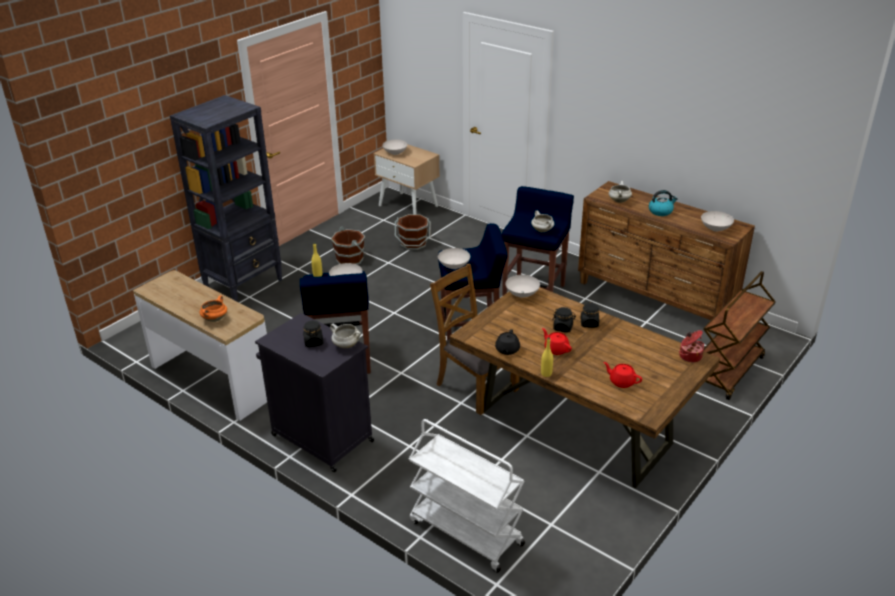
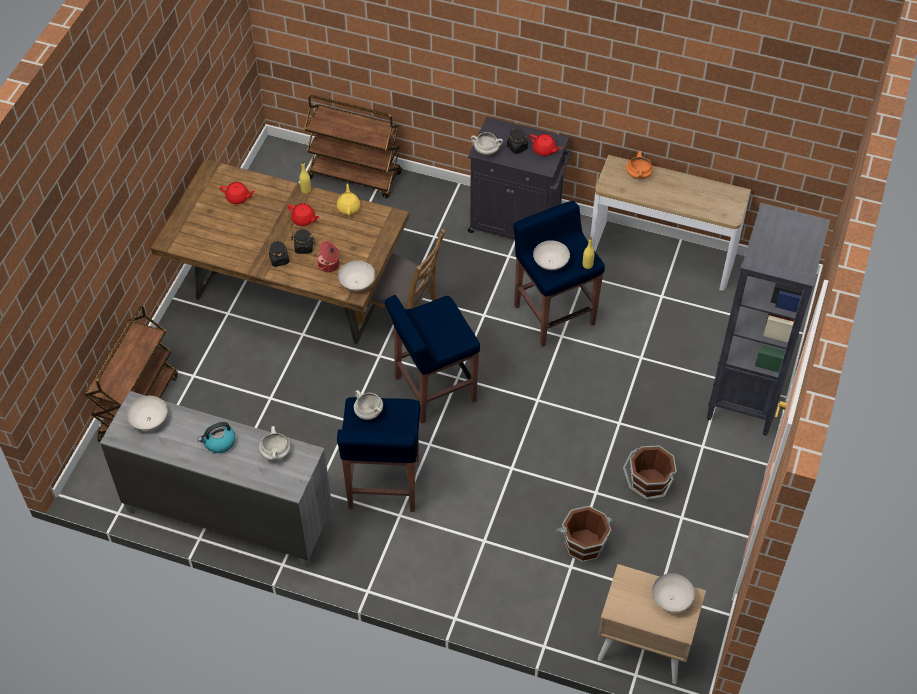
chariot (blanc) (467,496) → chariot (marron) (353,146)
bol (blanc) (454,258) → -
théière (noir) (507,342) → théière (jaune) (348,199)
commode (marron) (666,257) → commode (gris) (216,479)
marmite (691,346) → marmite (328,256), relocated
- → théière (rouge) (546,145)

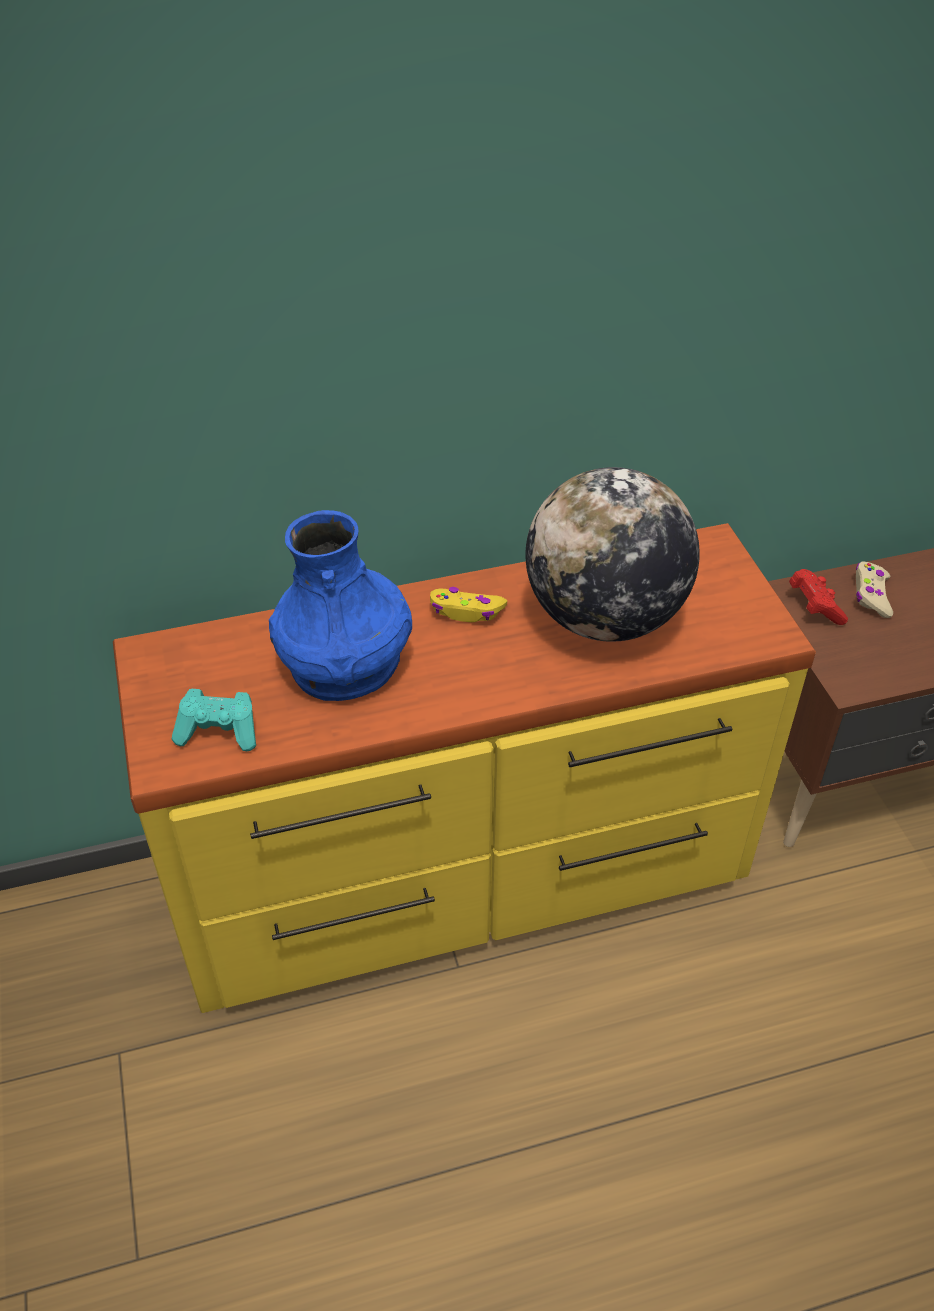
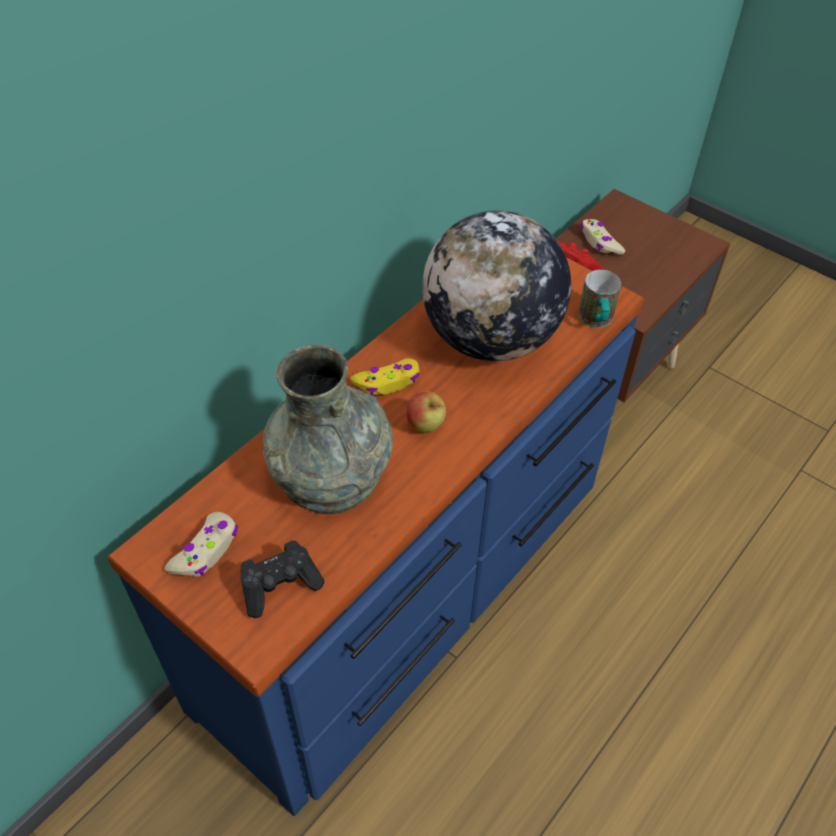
commode (jaune) (464,768) → commode (bleu) (376,536)
manette (turquoise) (214,720) → manette (noir) (282,579)
vase (bleu) (340,605) → vase (gris) (328,429)
- → manette (beige) (201,544)
- → pomme (426,412)
- → mug (599,299)

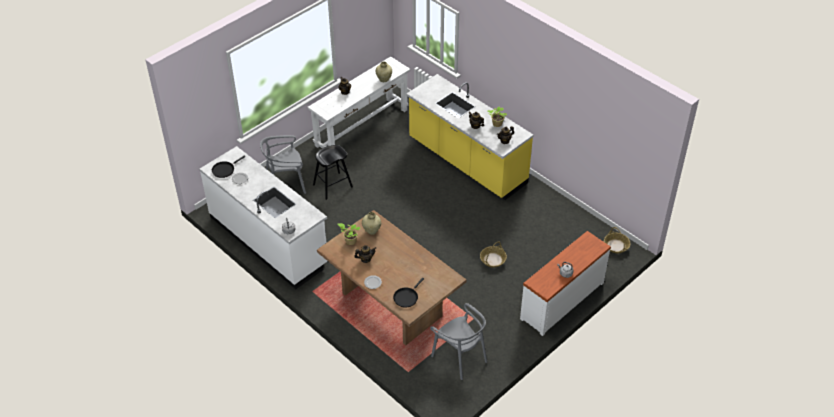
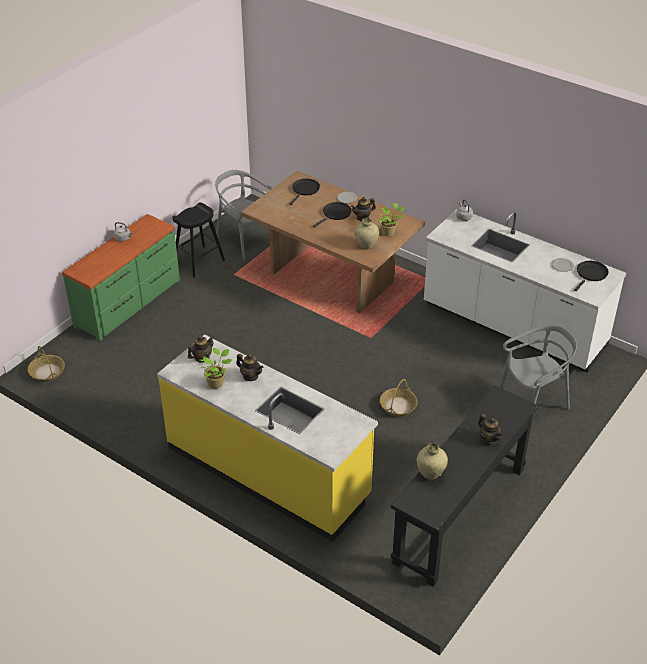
table console (blanc) (358,102) → table console (noir) (464,486)
tabouret (noir) (333,172) → tabouret (noir) (198,240), relocated
panier (493,255) → panier (399,398), relocated
commode (blanc) (565,283) → commode (vert) (121,277)
- → poêle (noir) (332,214)

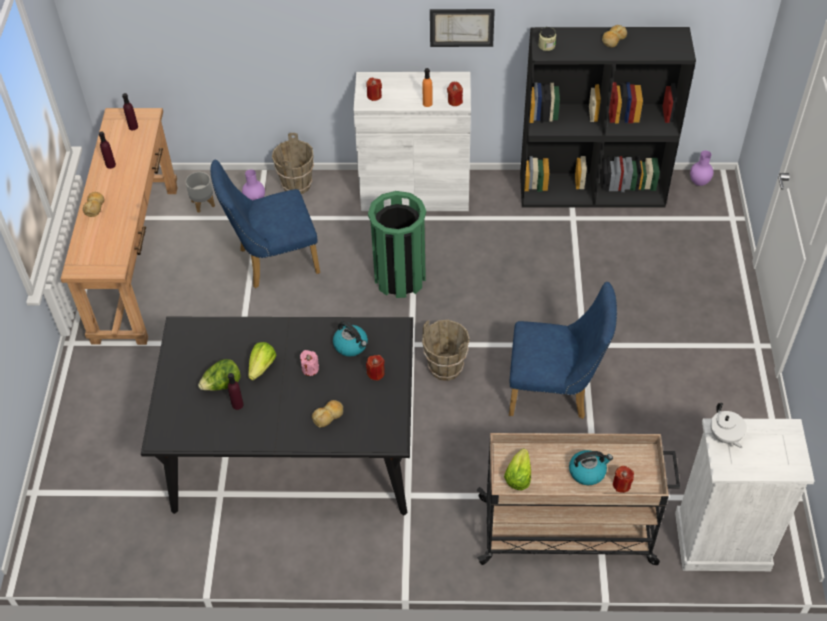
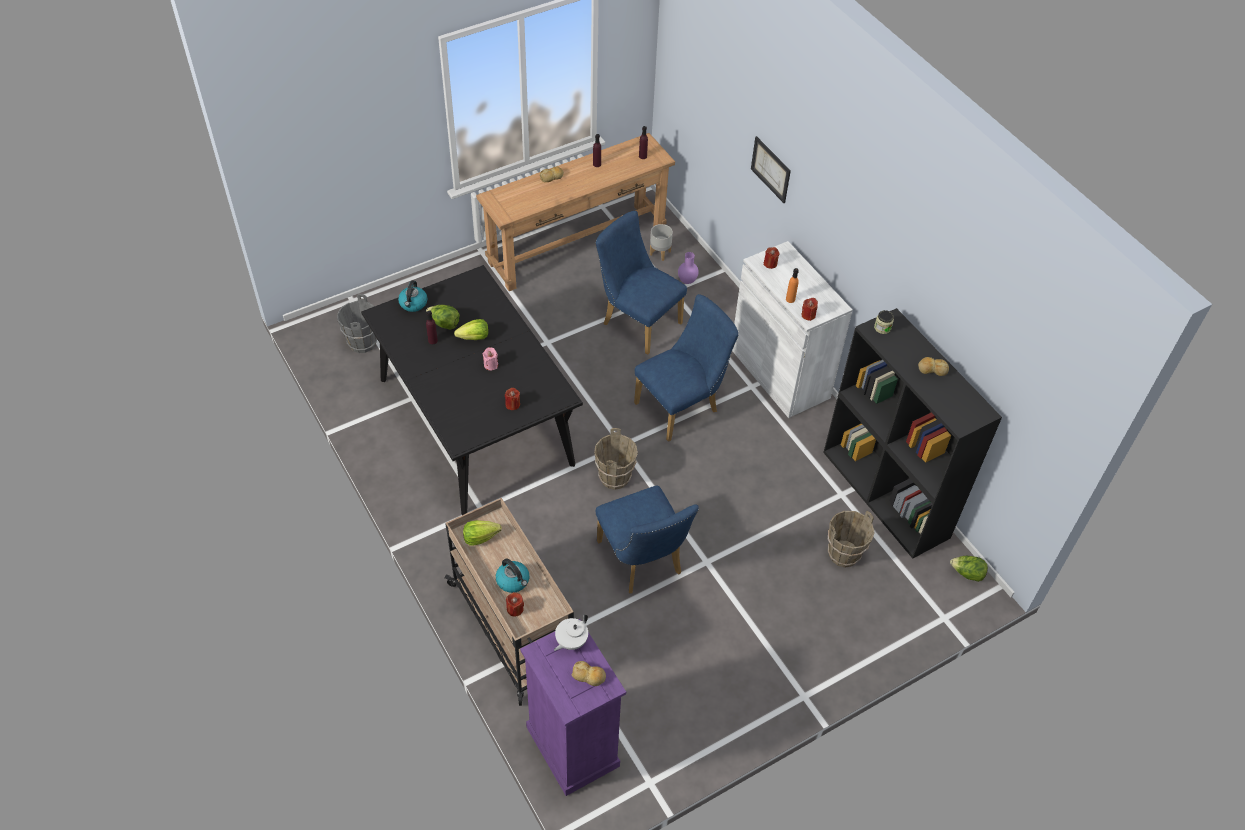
seau (marron) (293,163) → seau (marron) (851,539), relocated
pain (327,414) → pain (589,673), relocated
bouilloire (350,339) → bouilloire (413,296), relocated
poubelle (vert) (397,244) → chaise (bleu) (686,368)
tableau (462,28) → tableau (771,169), relocated
commode (blanc) (745,494) → commode (violet) (573,707)
vase (violet) (701,168) → laitue (969,569)
- → seau (gris) (357,323)

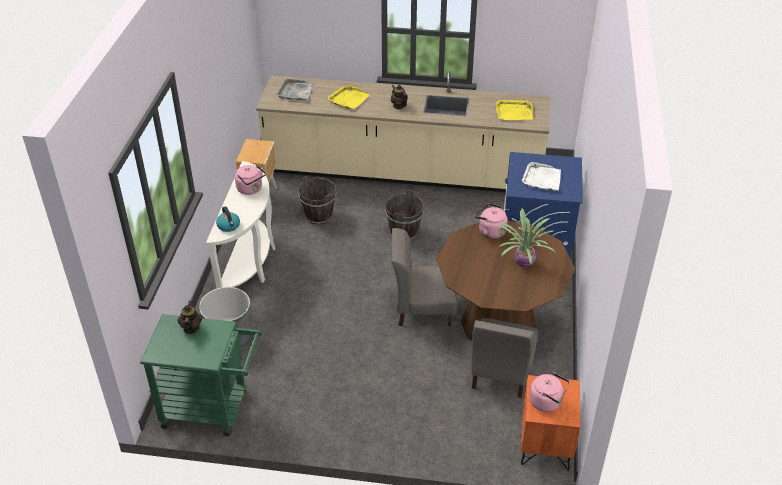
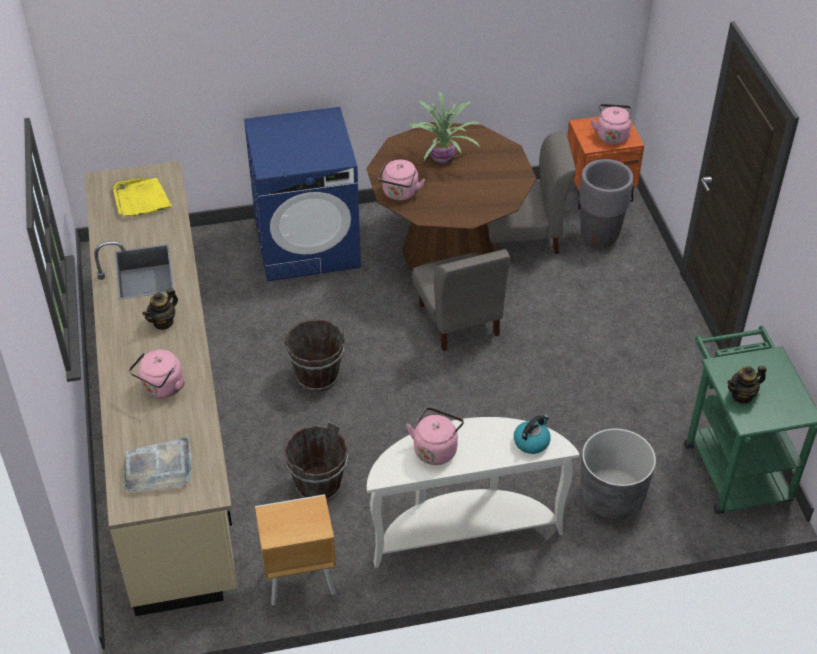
plateau (jaune) (348,97) → bouilloire (rose) (157,374)
plateau (blanc) (541,176) → -
- → cache-pot (gris) (606,203)

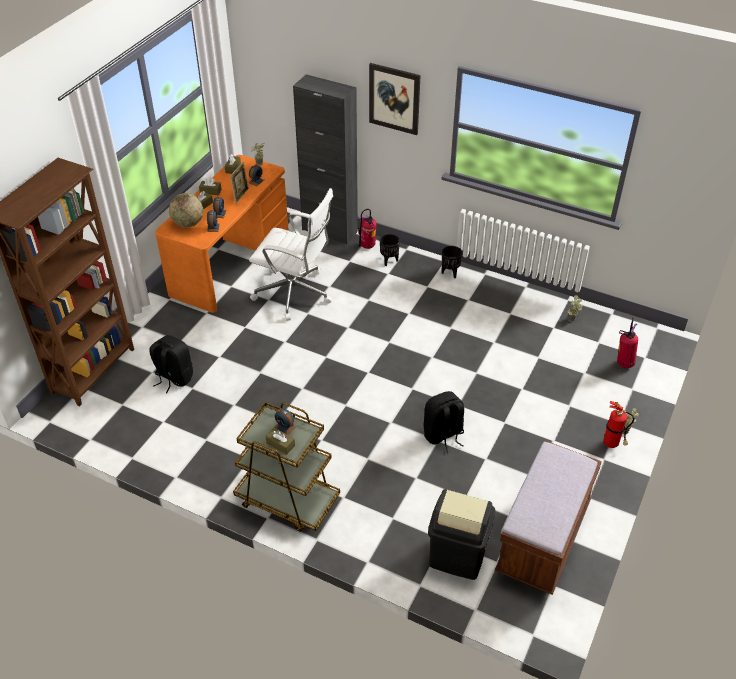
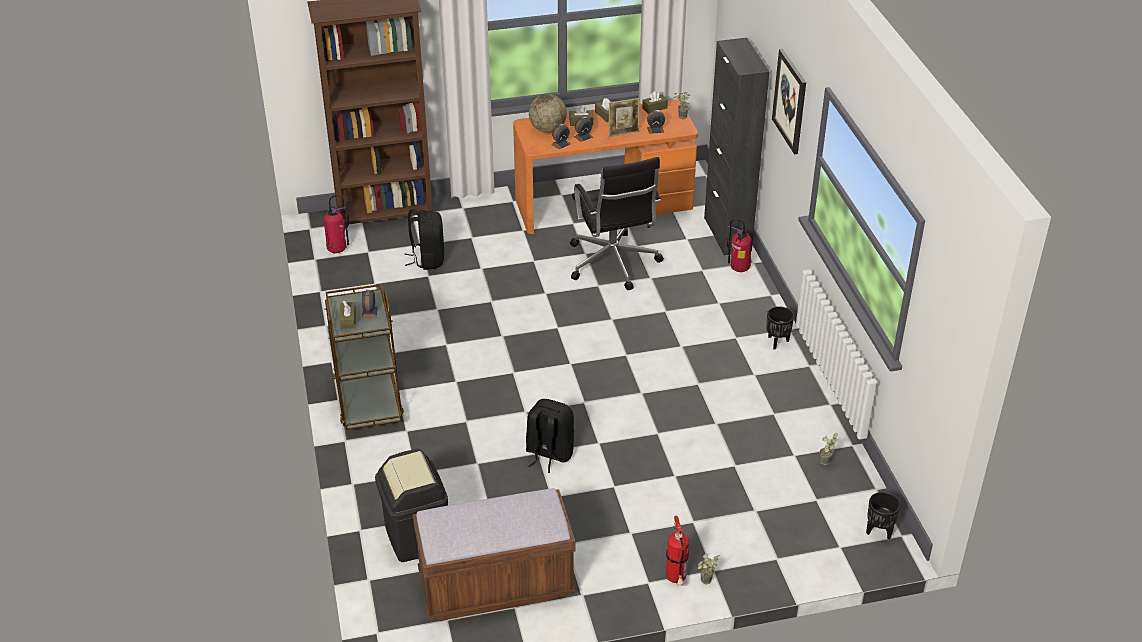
chaise de bureau (blanc) (291,254) → chaise de bureau (noir) (617,223)
cache-pot (noir) (390,250) → cache-pot (noir) (883,515), relocated
extincteur (627,342) → extincteur (336,224), relocated

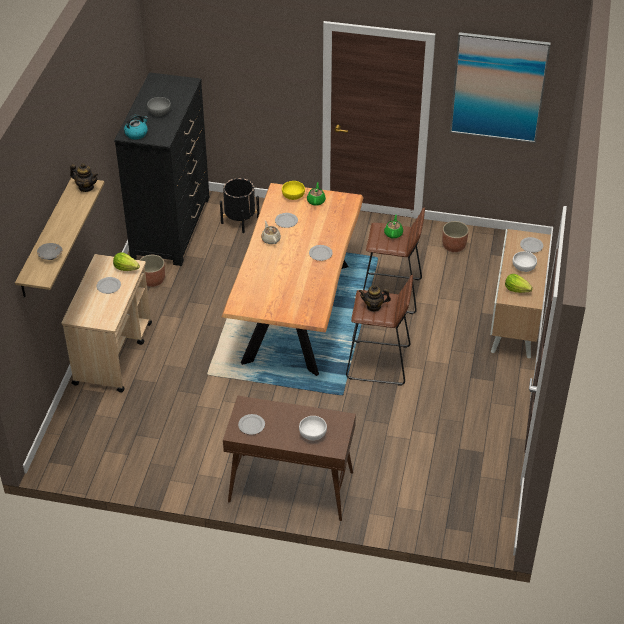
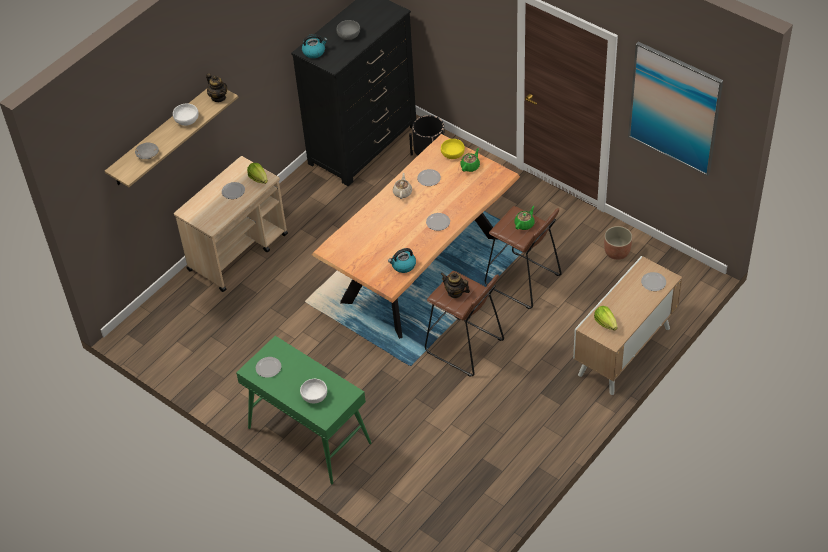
cache-pot (152,271) → -
table console (marron) (289,458) → table console (vert) (304,410)
bol (blanc) (524,261) → bol (blanc) (186,115), relocated
- → bouilloire (402,260)

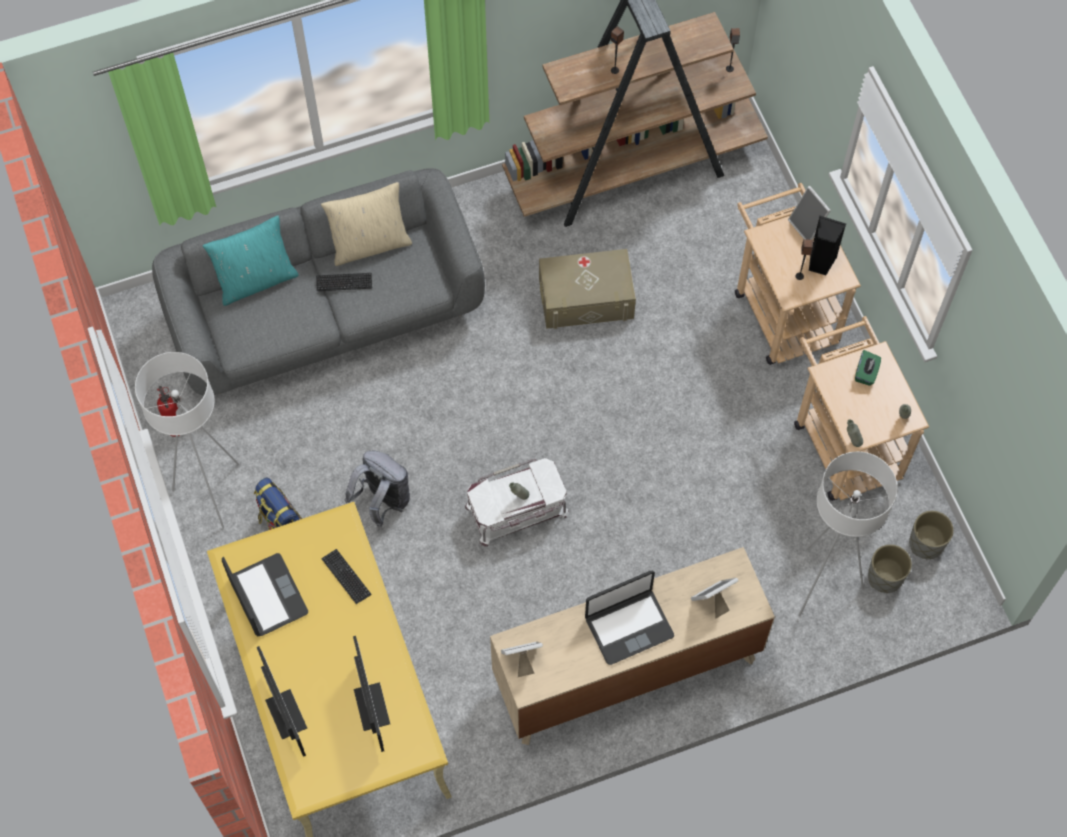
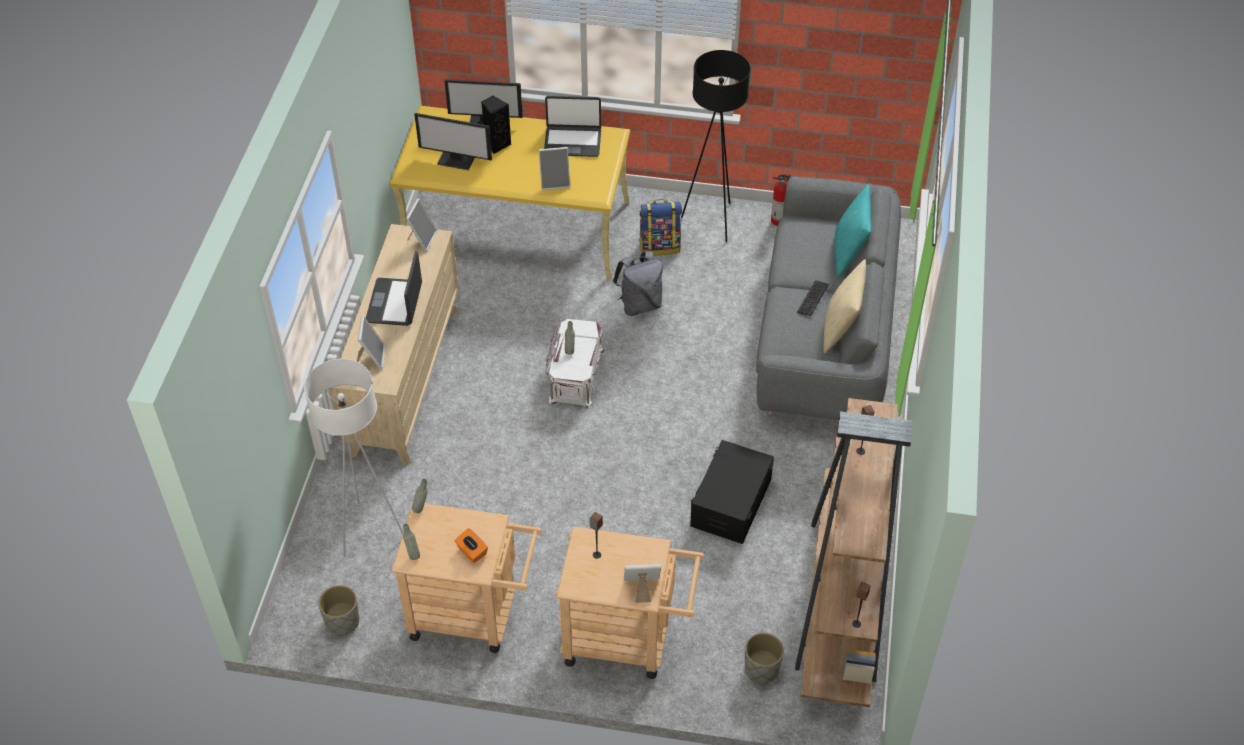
lampadaire (blanc) (187,440) → lampadaire (noir) (715,146)
clavier (346,576) → cadre photo (554,168)
boîte de rangement (beige) (587,289) → boîte de rangement (noir) (732,492)
enceinte (noir) (827,245) → enceinte (noir) (496,125), relocated
boîte à mouchoirs (vert) (868,368) → boîte à mouchoirs (orange) (471,545)
cache-pot (gris) (890,568) → cache-pot (gris) (764,658), relocated

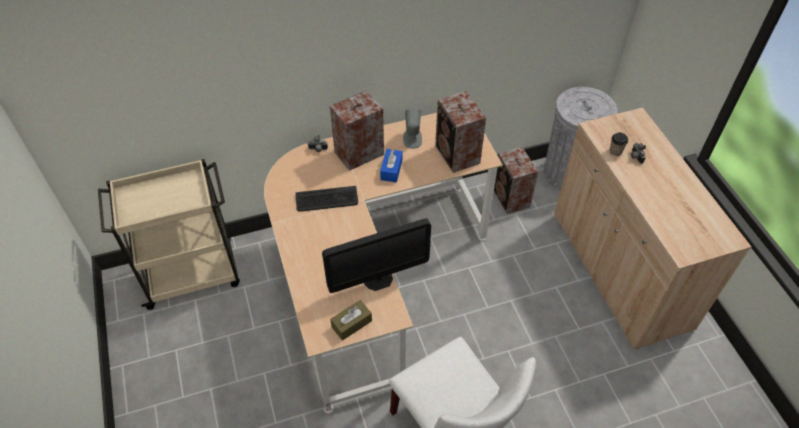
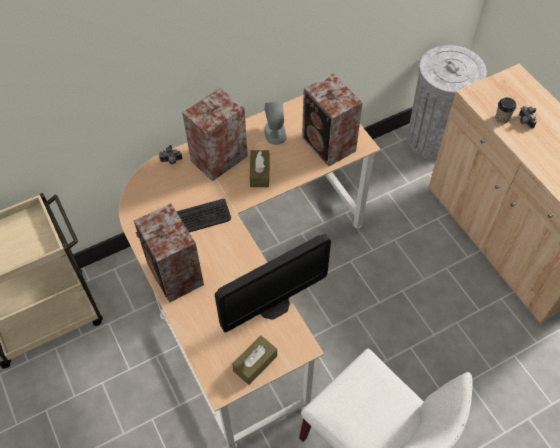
boîte à mouchoirs (bleu) (391,166) → boîte à mouchoirs (marron) (260,168)
enceinte (516,180) → enceinte (169,253), relocated

